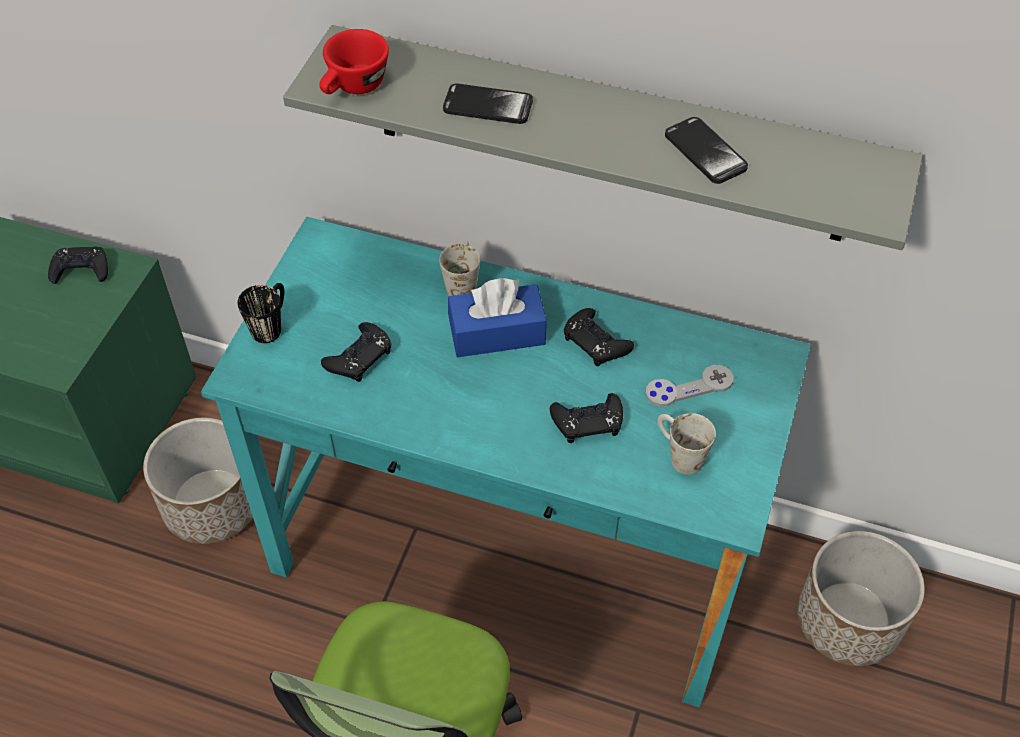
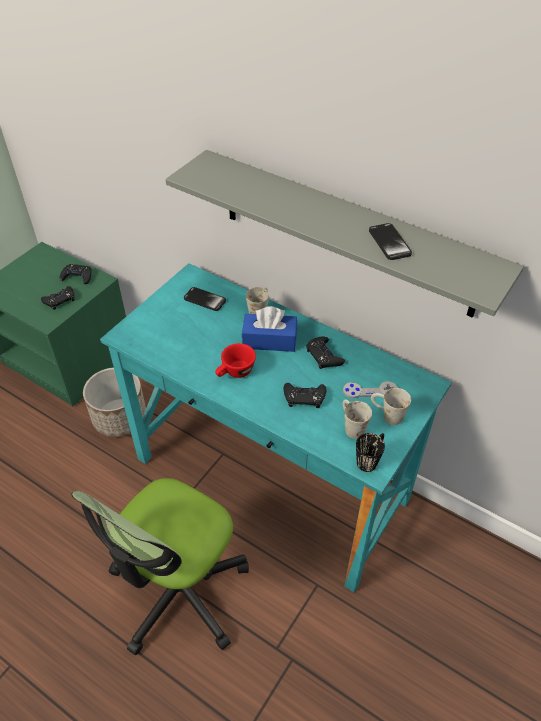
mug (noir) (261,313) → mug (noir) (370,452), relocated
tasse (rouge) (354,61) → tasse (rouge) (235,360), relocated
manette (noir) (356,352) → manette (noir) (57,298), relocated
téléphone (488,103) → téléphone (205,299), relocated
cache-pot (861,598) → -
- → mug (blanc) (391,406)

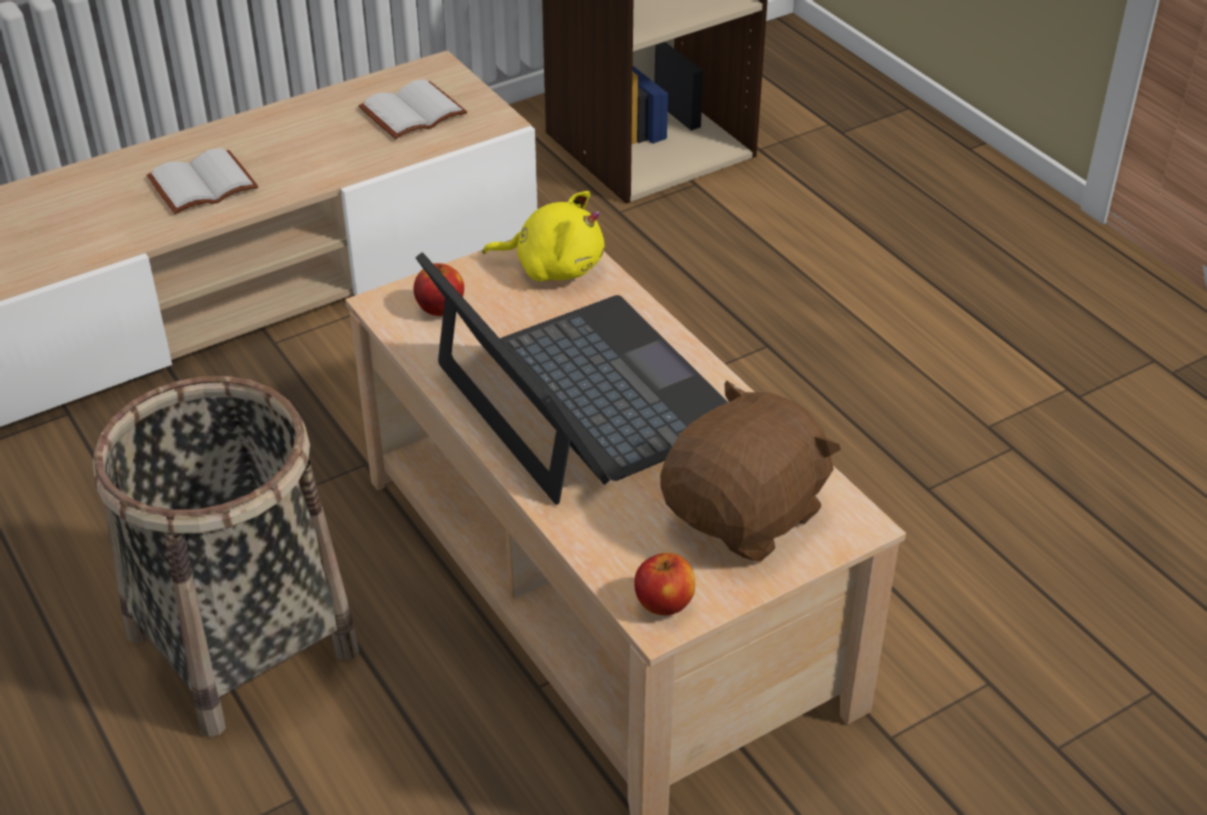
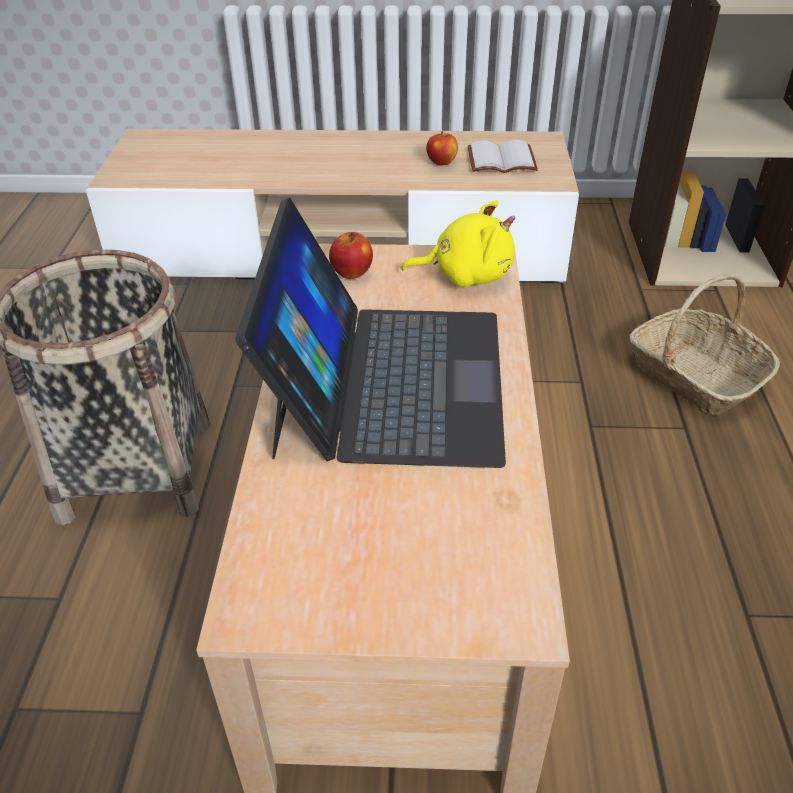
livre (blanc) (203,181) → -
peluche (jaune) (544,236) → peluche (jaune) (458,243), 45 degrees counterclockwise
pomme (664,584) → pomme (442,148), relocated
peluche (marron) (750,471) → -
- → panier (705,345)

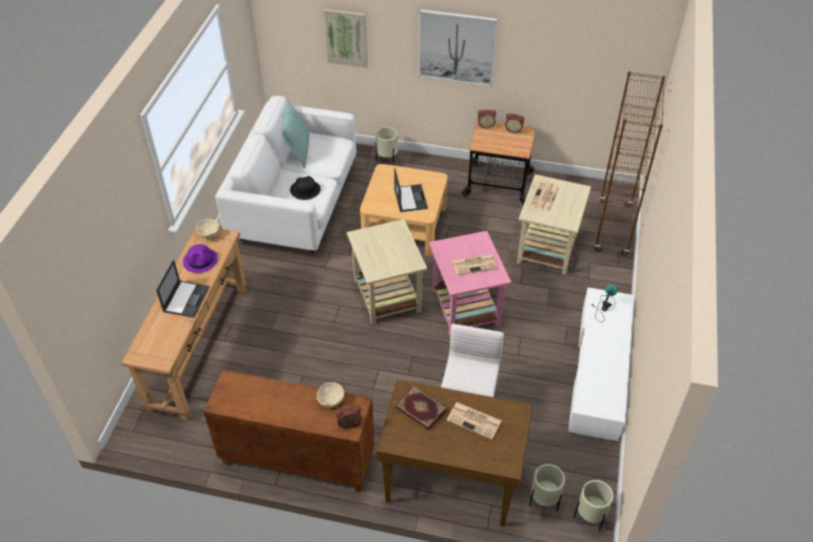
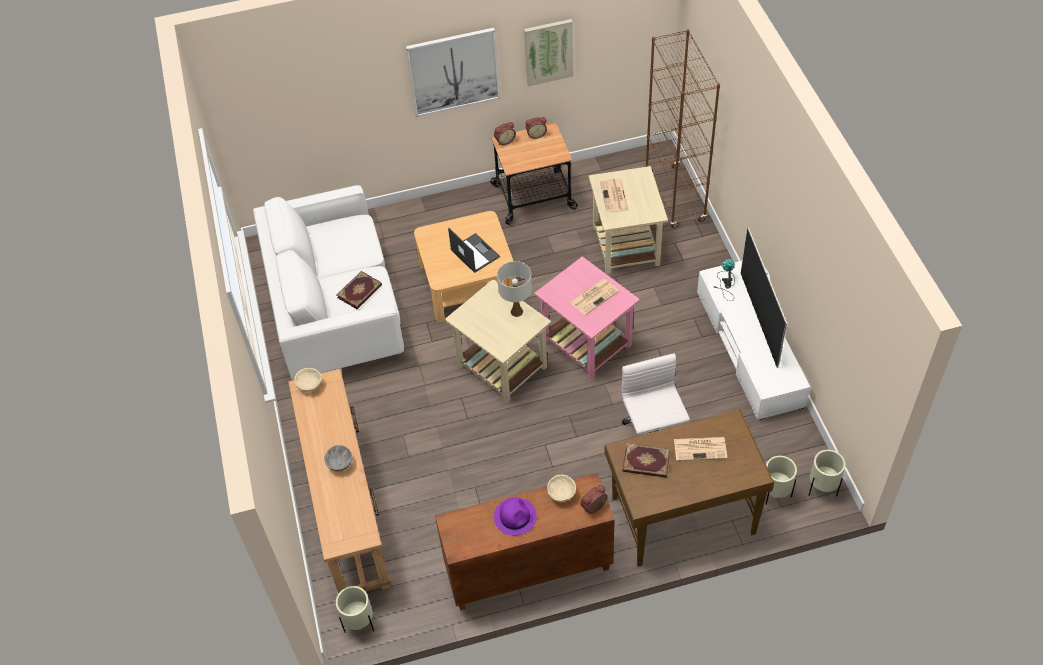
ordinateur portable (182,288) → bol (gris) (338,458)
chapeau (violet) (200,258) → chapeau (violet) (515,517), relocated
coussin (295,133) → -
chapeau (noir) (305,188) → livre (359,290)
tableau (346,38) → tableau (548,52), relocated
cache-pot (beige) (387,146) → cache-pot (beige) (355,609), relocated
- → lampe de table (blanc) (514,289)
- → téléviseur (764,298)

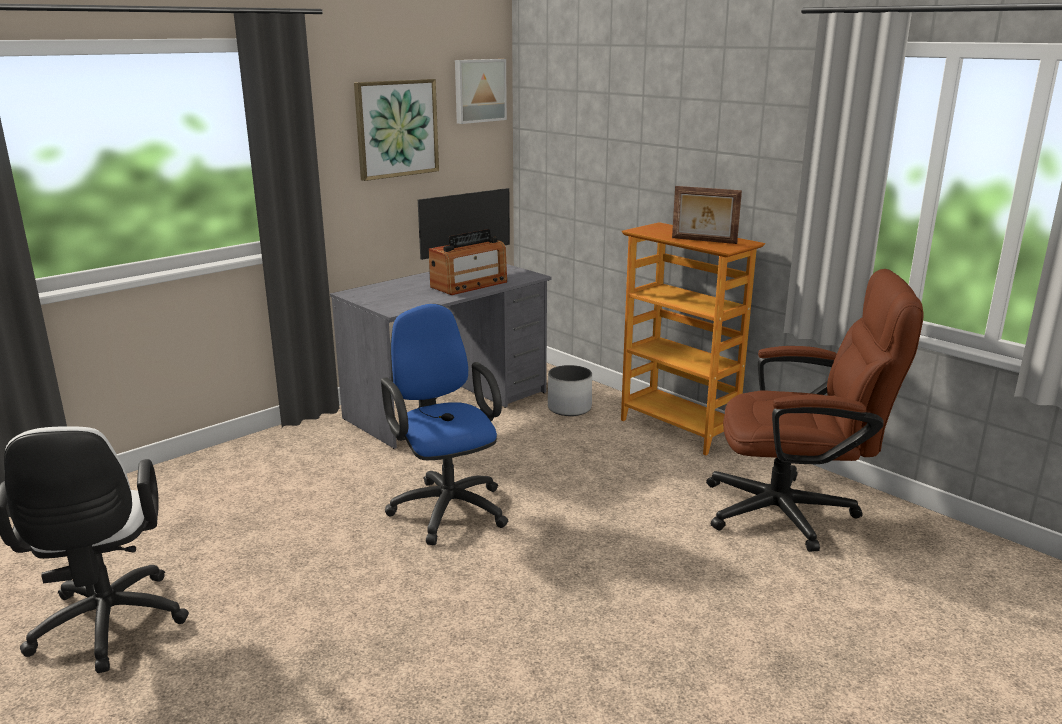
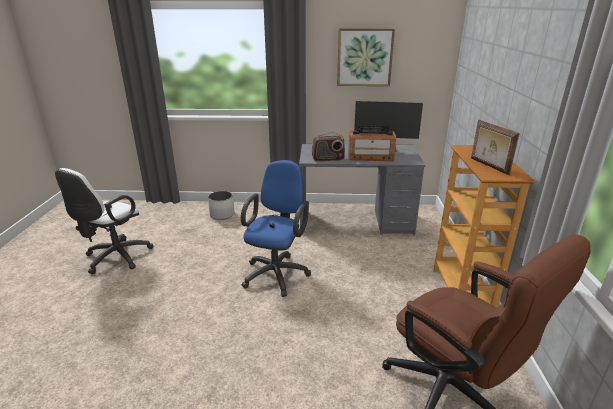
tableau (481,91) → -
cache-pot (blanc) (570,390) → cache-pot (blanc) (221,205), relocated
- → radio (328,146)

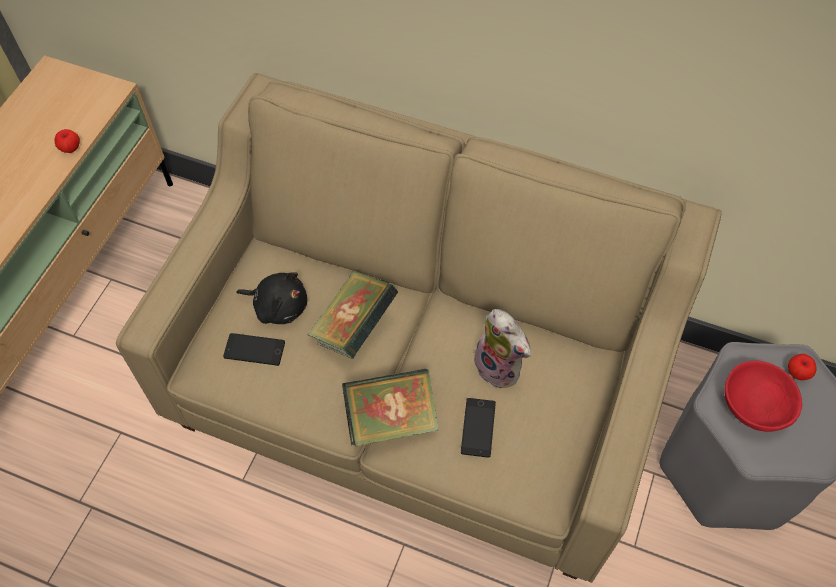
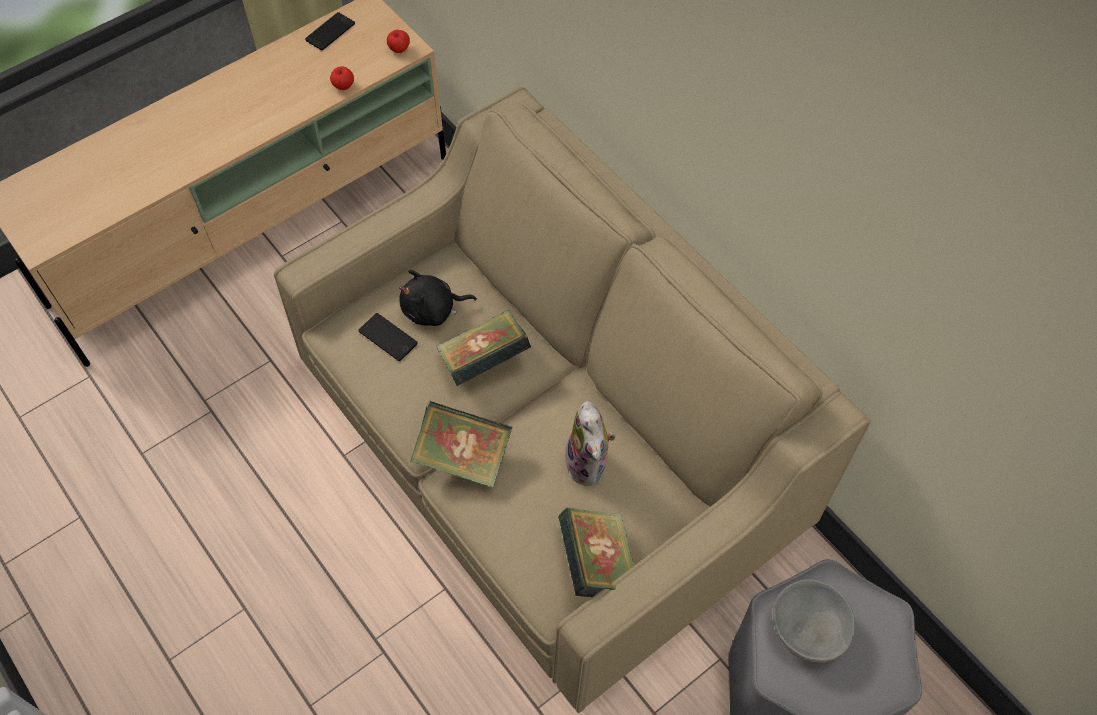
peluche (noir) (272,298) → peluche (noir) (438,298), 120 degrees clockwise
téléphone (478,427) → téléphone (330,31), relocated
bol (rouge) (763,396) → bol (gris) (814,621)
pomme (802,367) → pomme (398,41), relocated
- → livre (596,552)

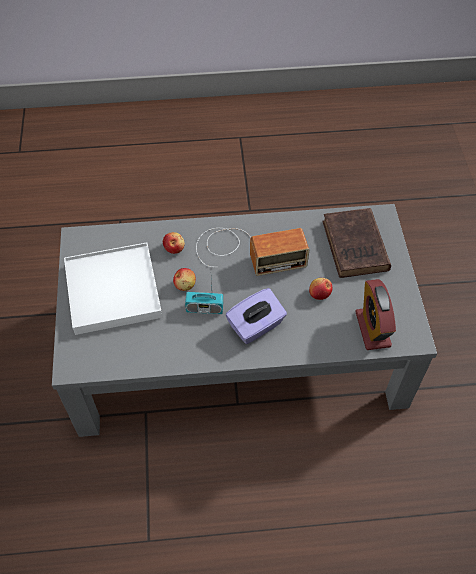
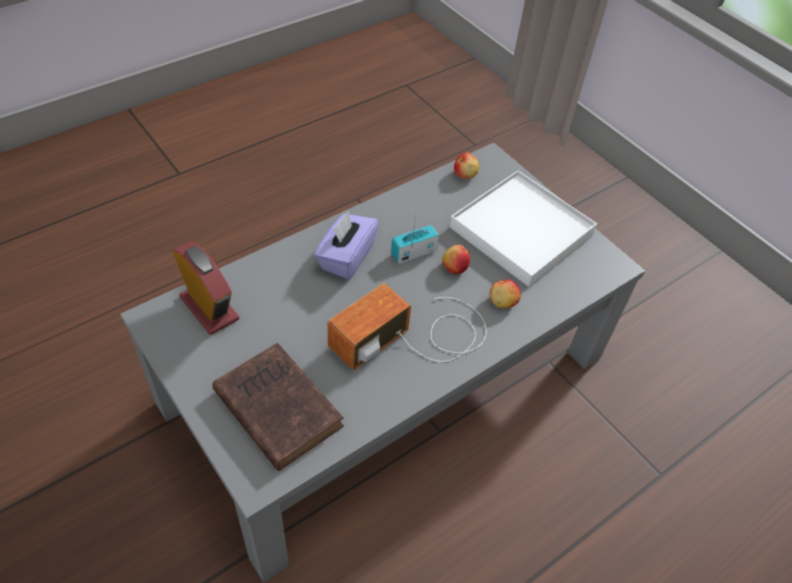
pomme (320,289) → pomme (466,166), relocated

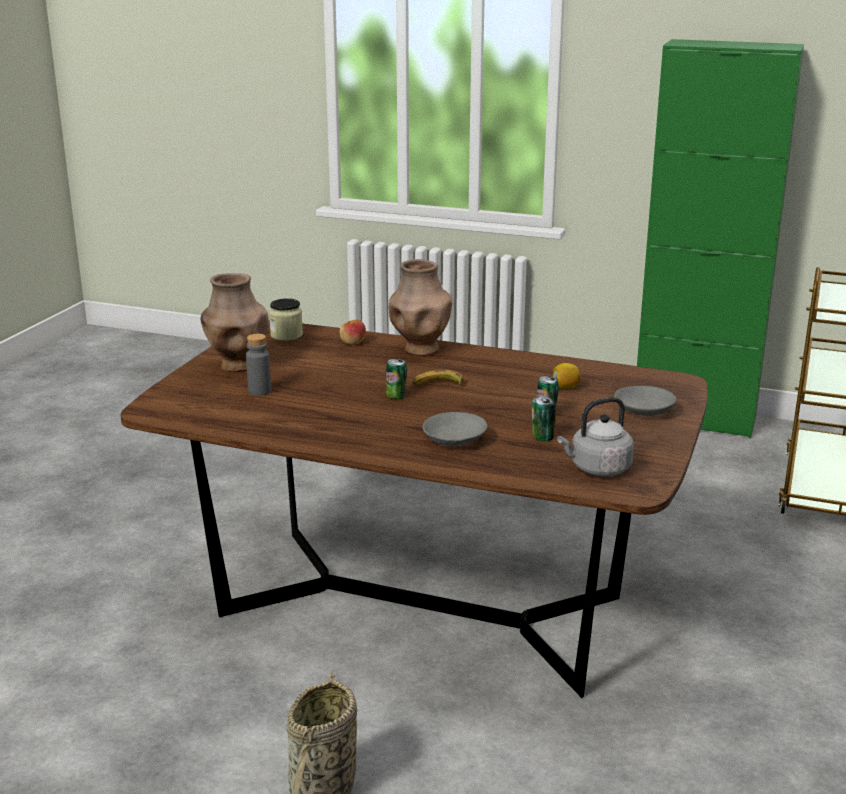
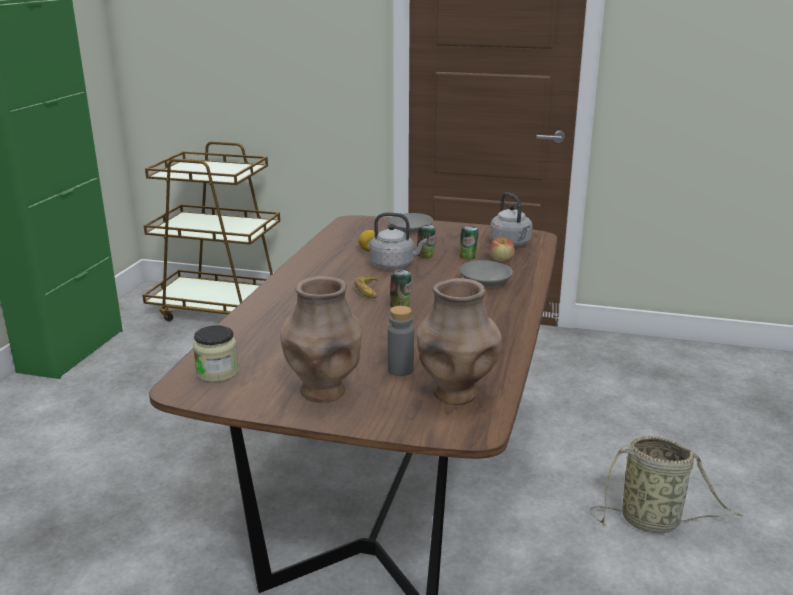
pomme (352,332) → pomme (502,249), relocated
vase (marron) (420,307) → vase (marron) (459,341), relocated
- → bouilloire (gris) (398,241)

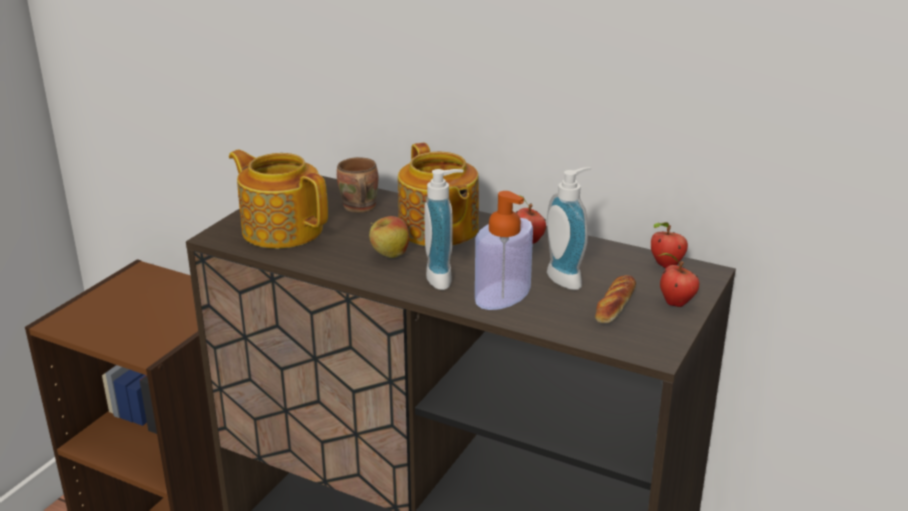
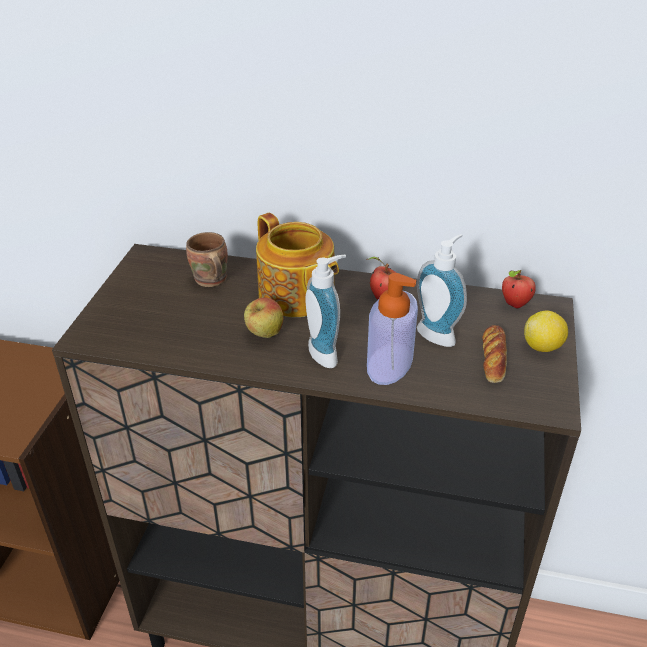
théière (278,199) → -
pomme (678,280) → citron (546,331)

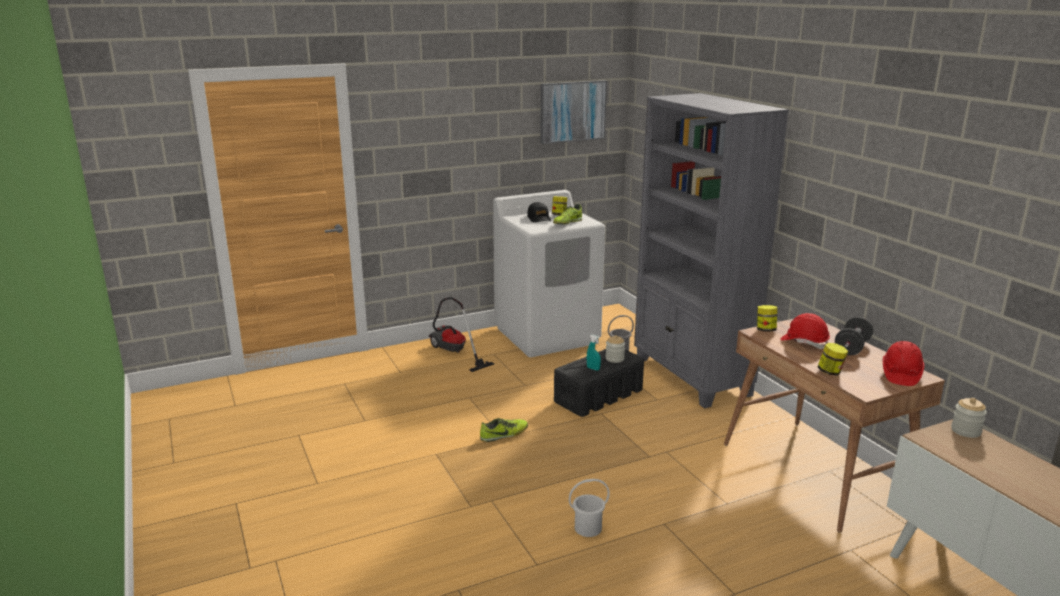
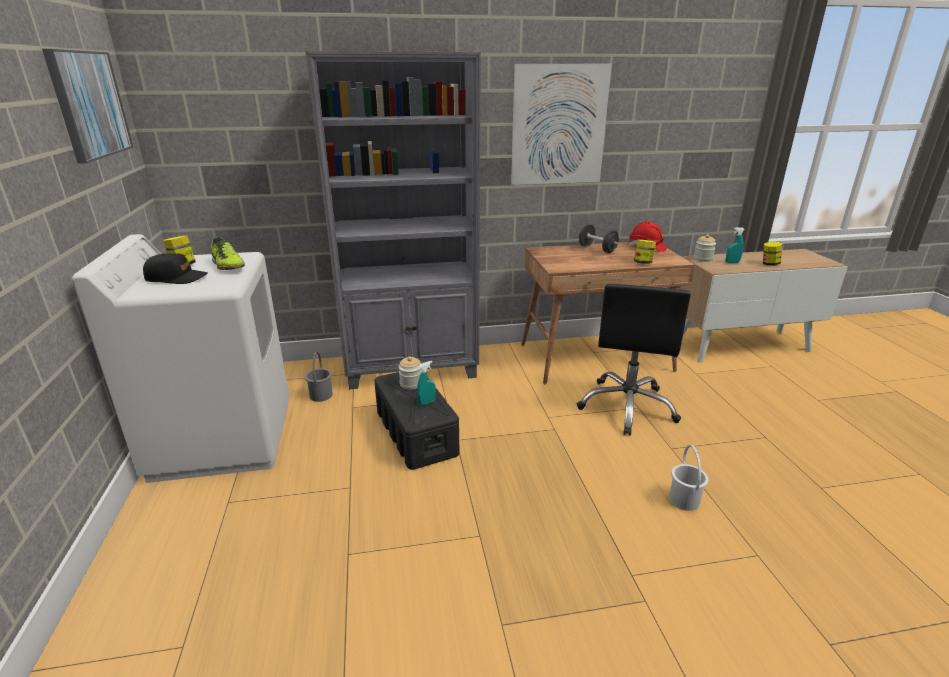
aspirateur (461,334) → -
chaussure (504,430) → -
bocal (767,318) → bocal (772,253), relocated
casque de chantier (rouge) (805,331) → -
- → tableau (561,124)
- → chaise de bureau (noir) (634,360)
- → vaporisateur (turquoise) (735,245)

